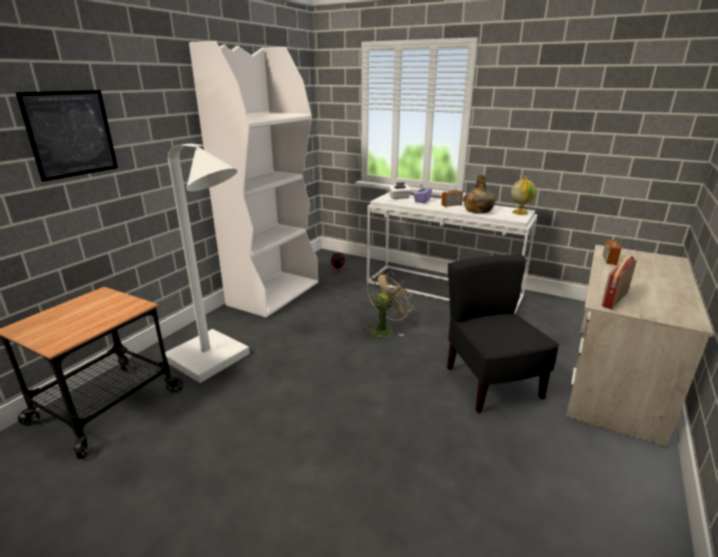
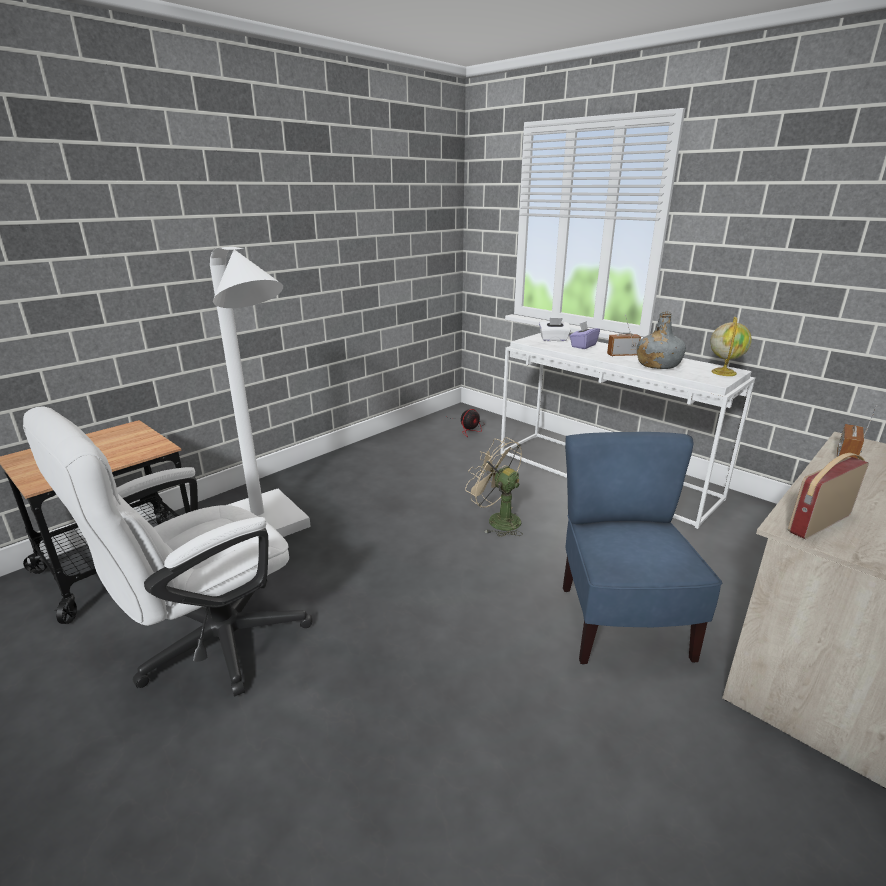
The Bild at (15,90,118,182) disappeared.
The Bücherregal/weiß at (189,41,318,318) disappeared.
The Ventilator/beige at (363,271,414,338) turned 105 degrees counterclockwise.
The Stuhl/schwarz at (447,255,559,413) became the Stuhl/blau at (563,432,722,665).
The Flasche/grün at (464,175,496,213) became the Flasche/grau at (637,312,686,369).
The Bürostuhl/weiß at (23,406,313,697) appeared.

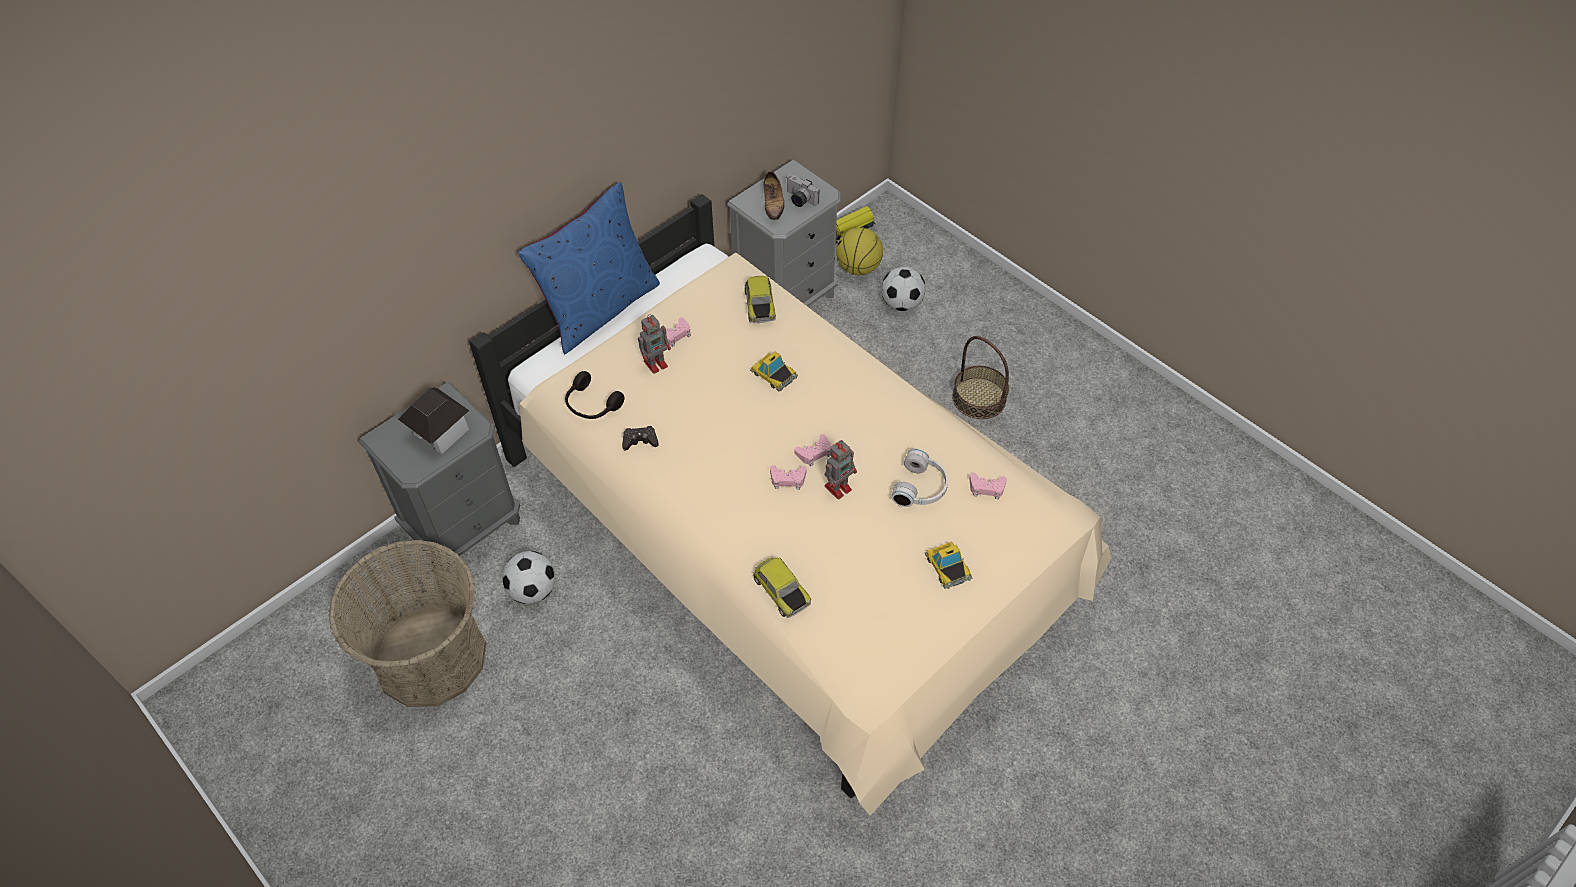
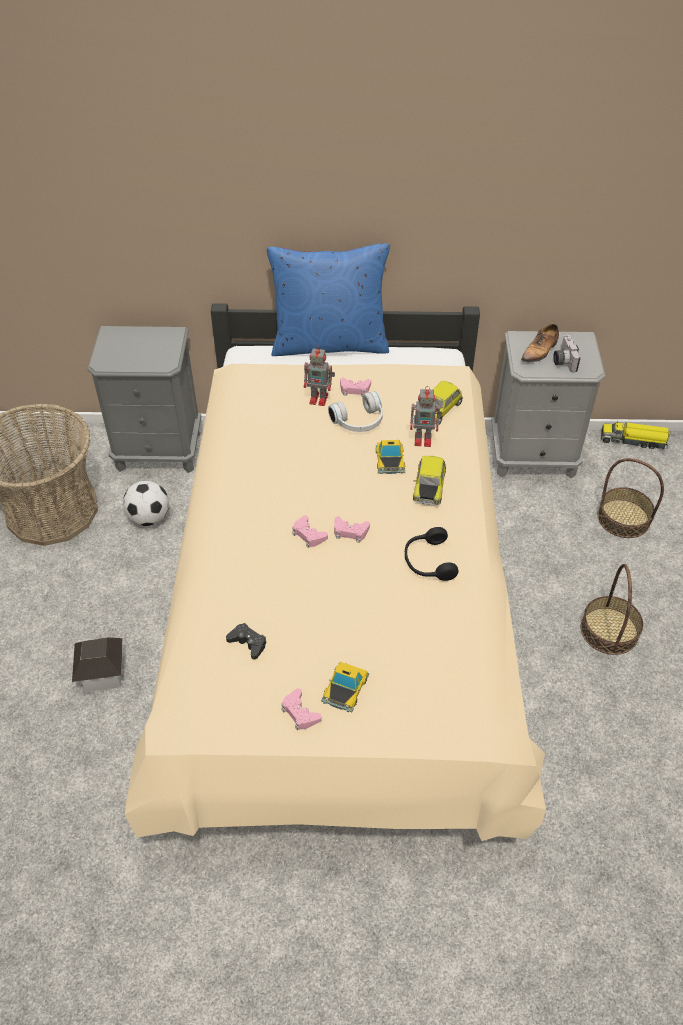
The Spielzeughaus moved from (398,387,469,454) to (72,638,123,692).
The Kopfhörer/schwarz moved from (565,371,624,419) to (405,527,458,581).
The Gamepad/schwarz moved from (622,426,659,450) to (226,623,266,659).
The Spielzeugauto moved from (753,558,811,618) to (413,456,446,505).
The Spielzeugroboter moved from (824,440,857,500) to (410,386,442,447).
The Basketball at (836,227,883,275) disappeared.
The Fußball at (881,266,926,311) was replaced by the Korb at (597,458,664,538).
The Kopfhörer/weiß moved from (892,448,948,507) to (328,391,383,432).
The Gamepad/rosa moved from (969,473,1007,499) to (282,688,322,730).

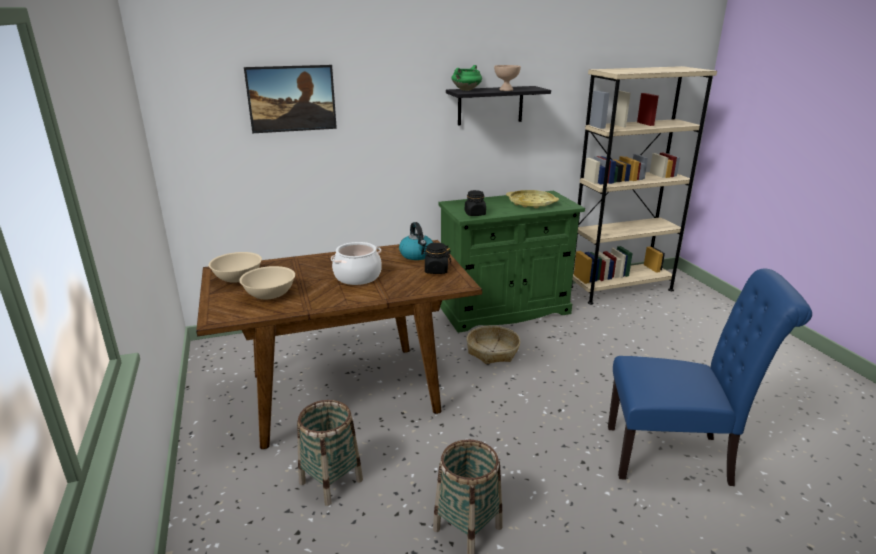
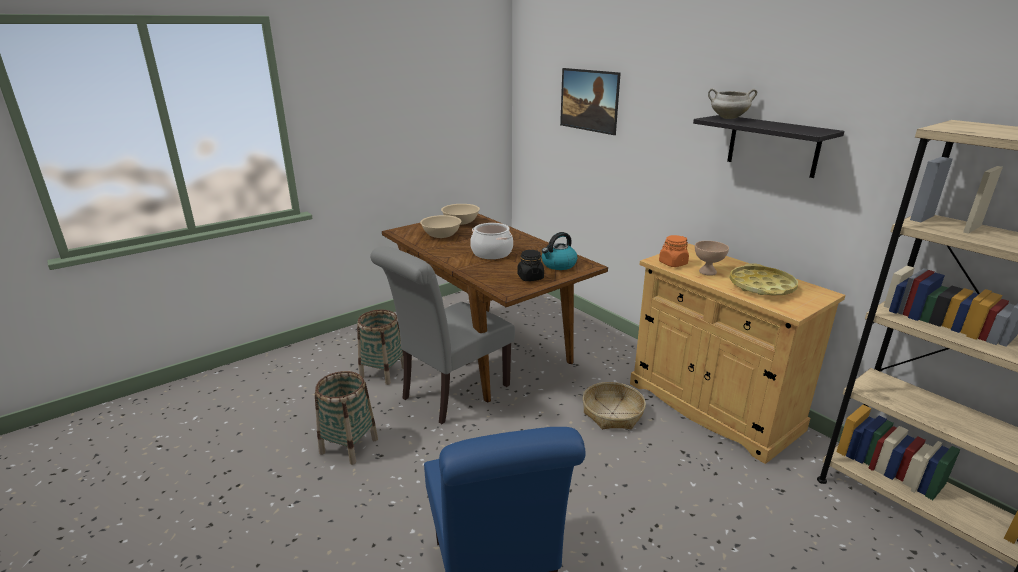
The Schrank/grün at (438,191,585,333) became the Schrank/beige at (630,244,845,464).
The Kochtopf/grün at (452,65,482,91) became the Kochtopf/weiß at (708,88,757,119).
The Vorratsglas/schwarz at (465,190,486,216) became the Vorratsglas/orange at (659,235,689,267).
The Schüssel/beige moved from (494,65,521,91) to (695,241,729,276).
The Stuhl/grau at (370,246,515,424) appeared.

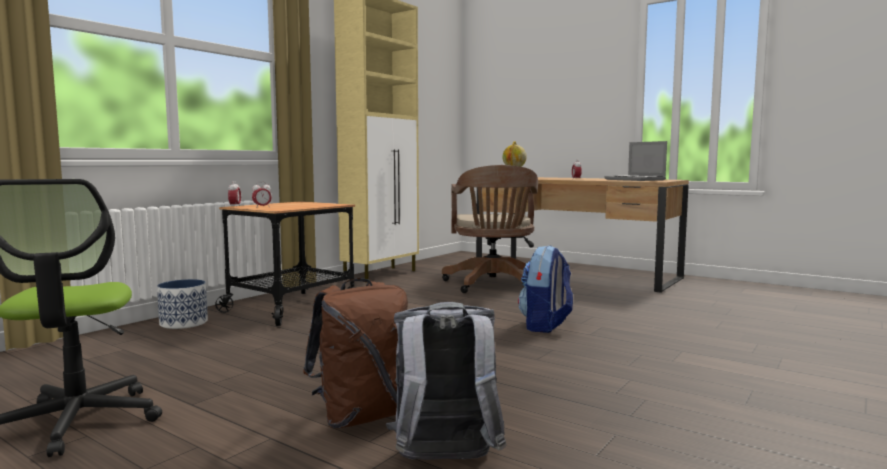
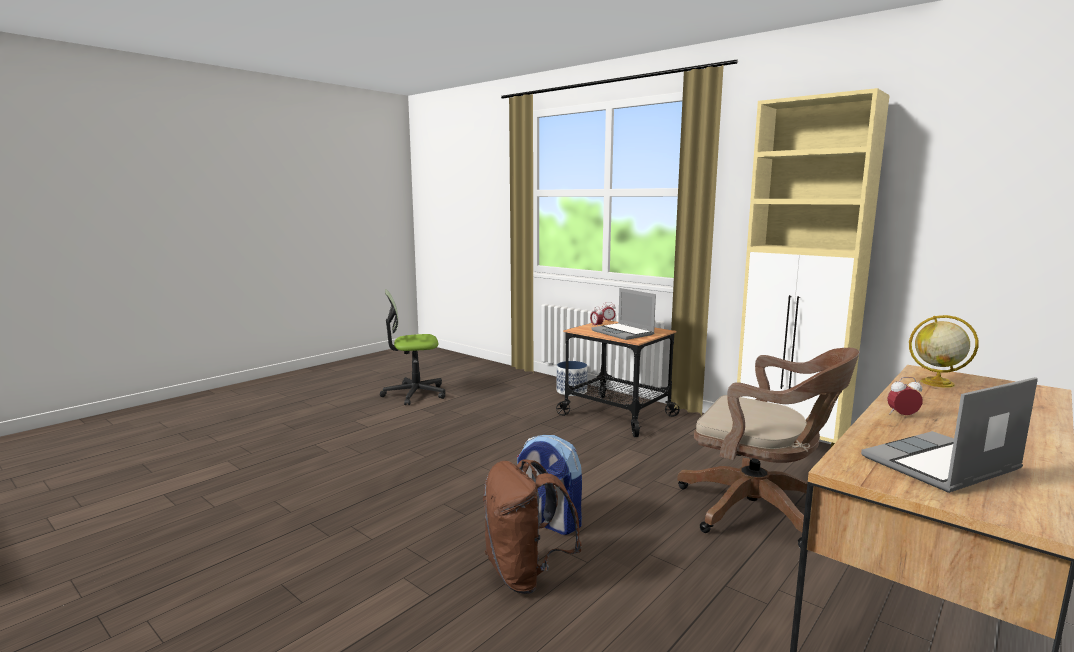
The Rucksack/braun moved from (303,278,408,428) to (483,459,582,594).
The Rucksack/grau at (386,302,507,460) disappeared.
The Bürostuhl/braun at (442,165,538,293) turned 150 degrees counterclockwise.
The Laptop at (592,288,656,340) appeared.

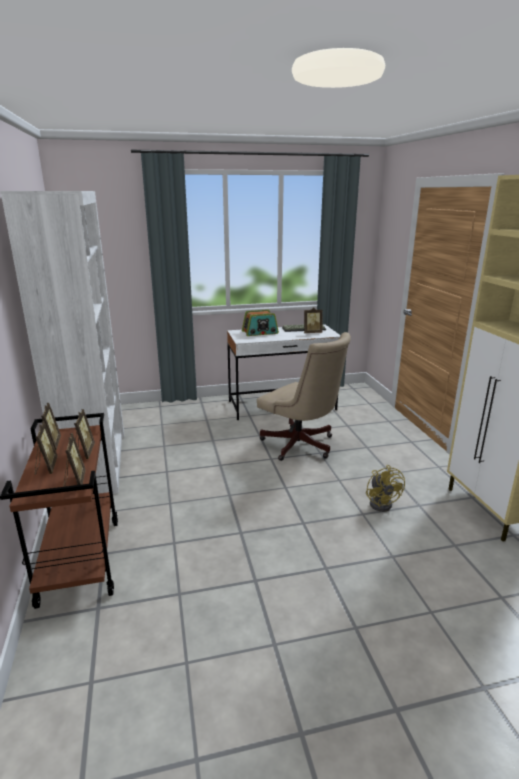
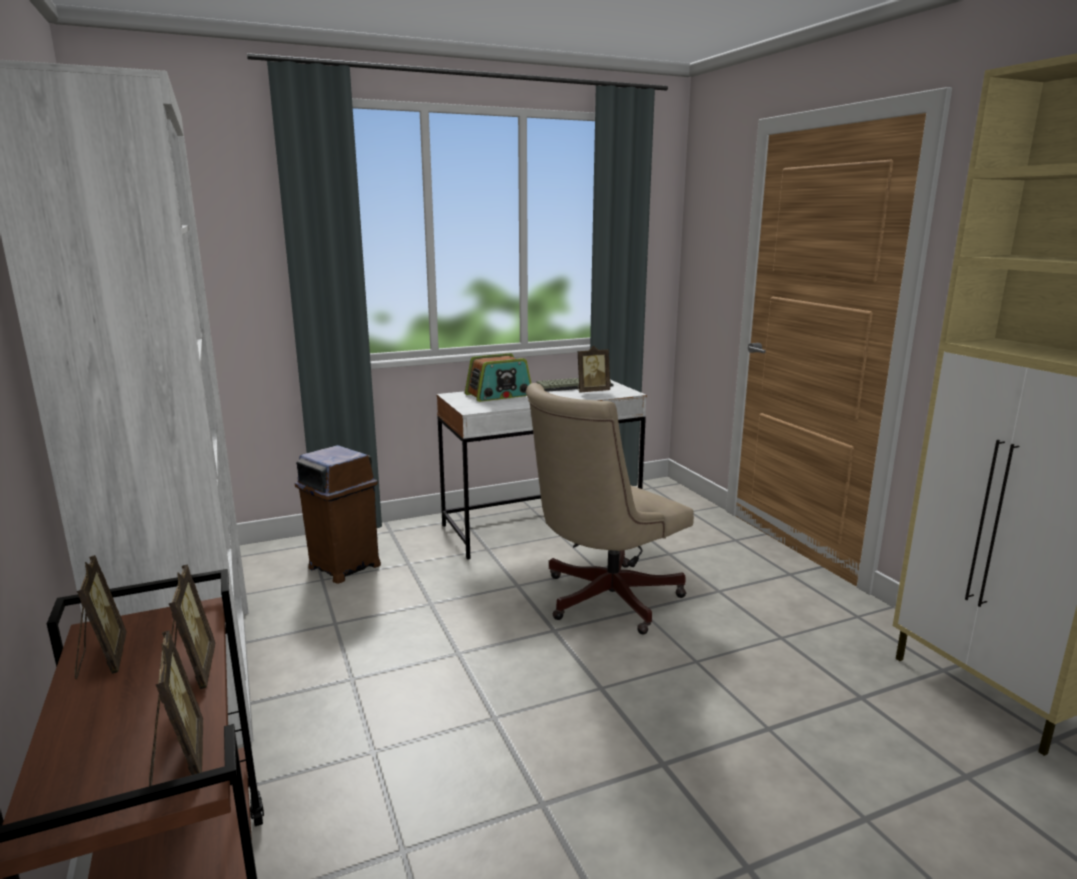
The Bilderrahmen at (35,421,57,475) disappeared.
The Bürostuhl/beige at (257,332,351,461) turned 105 degrees clockwise.
The Ventilator/gelb at (366,465,405,512) disappeared.
The Mülleimer/braun at (295,445,381,584) appeared.

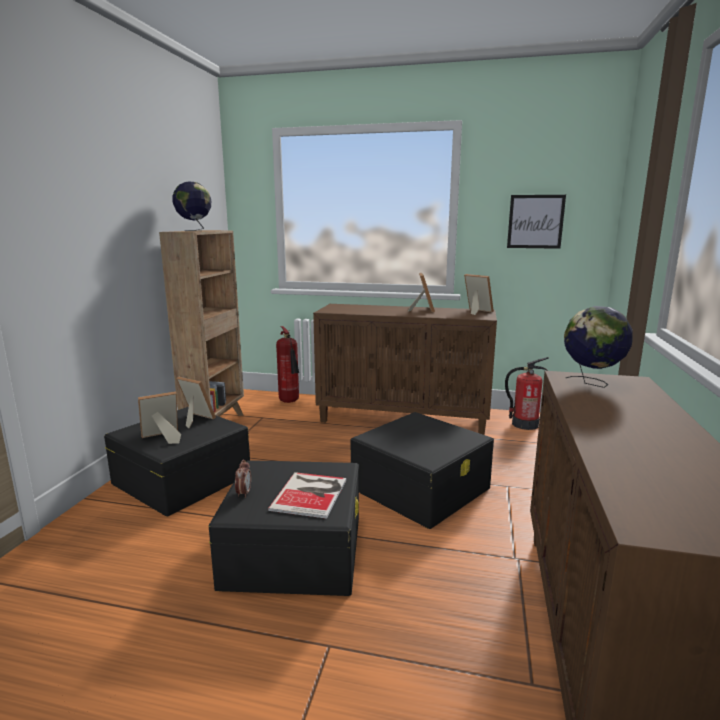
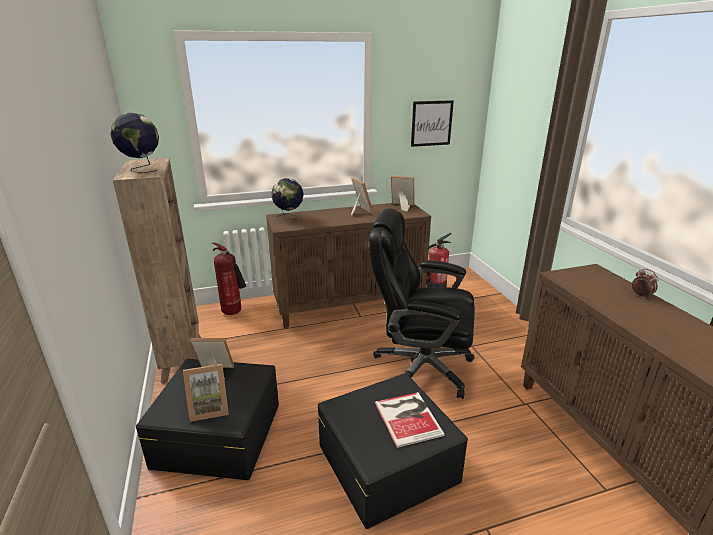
The Bilderrahmen at (138,391,181,444) turned 135 degrees counterclockwise.
The Wecker moved from (235,460,251,498) to (632,269,659,299).
The Aufbewahrungsbox/schwarz at (350,412,494,529) was replaced by the Bürostuhl/schwarz at (369,208,475,399).
The Globus moved from (564,306,633,388) to (271,178,304,219).

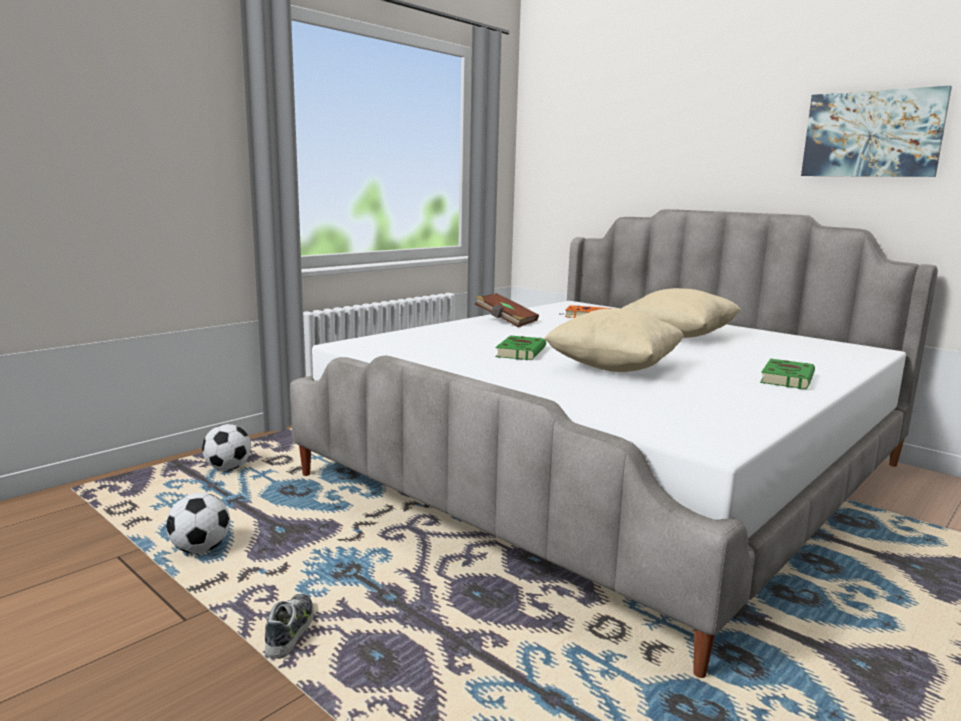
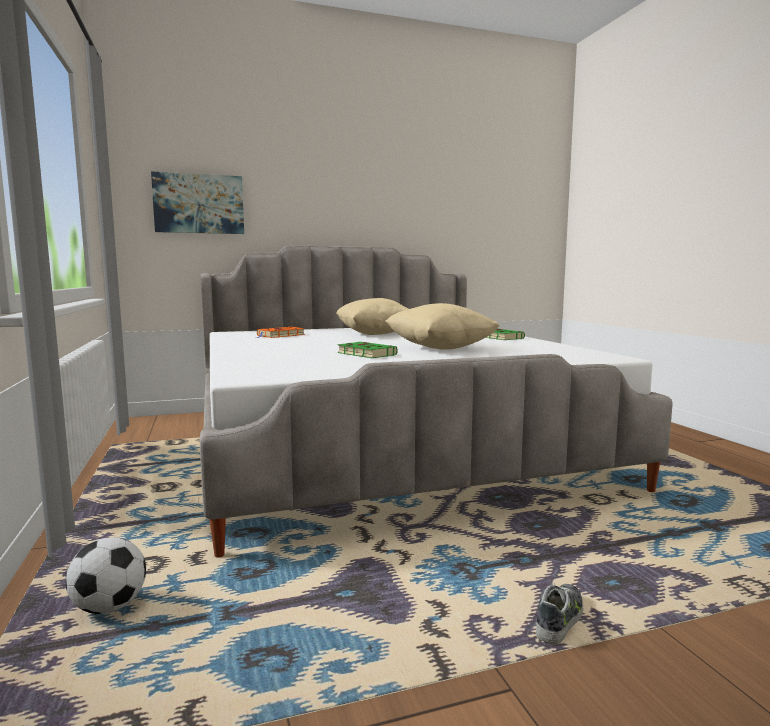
The Fußball at (166,493,230,554) disappeared.
The Schuh at (265,594,314,659) turned 90 degrees clockwise.
The Buch/braun at (475,293,539,327) disappeared.
The Bild moved from (801,86,952,177) to (151,171,244,234).

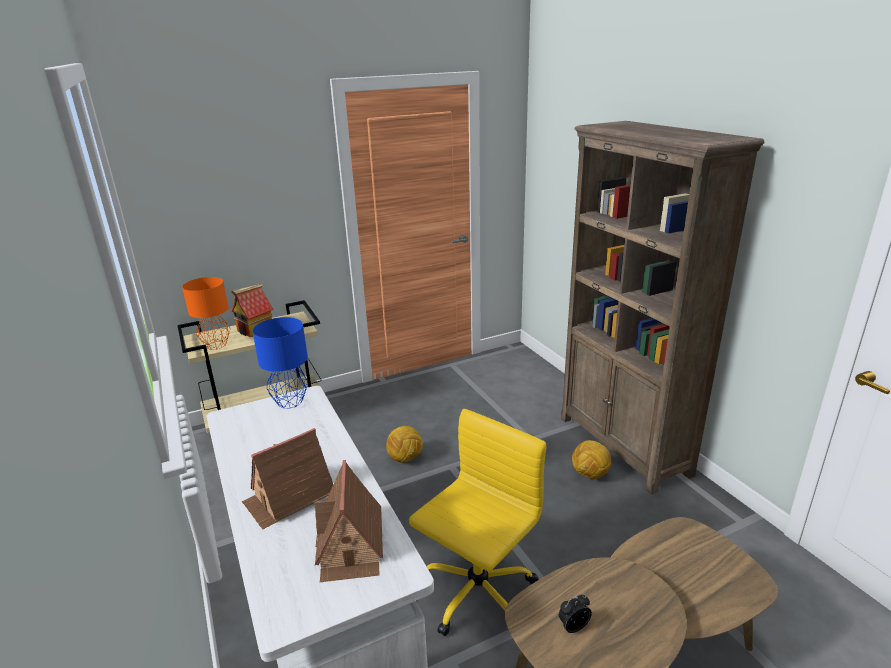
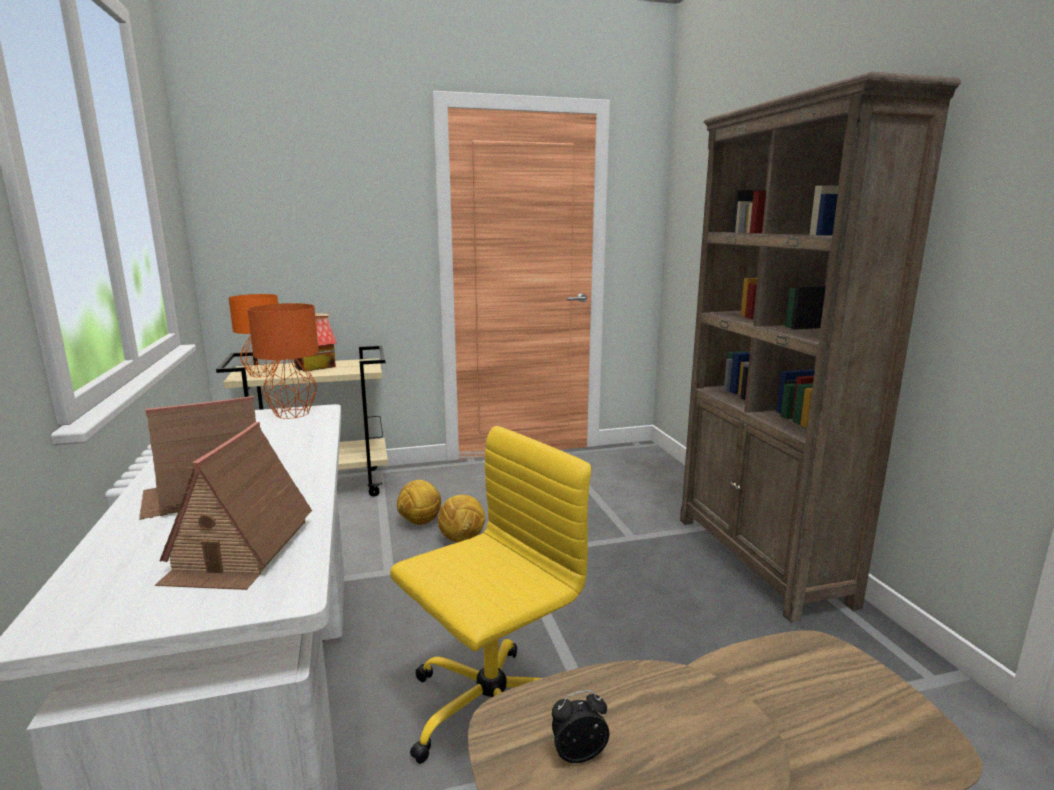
The Tischlampe/blau at (252,317,308,408) became the Tischlampe/orange at (247,303,319,419).
The Fußball moved from (572,440,611,479) to (397,480,441,525).

